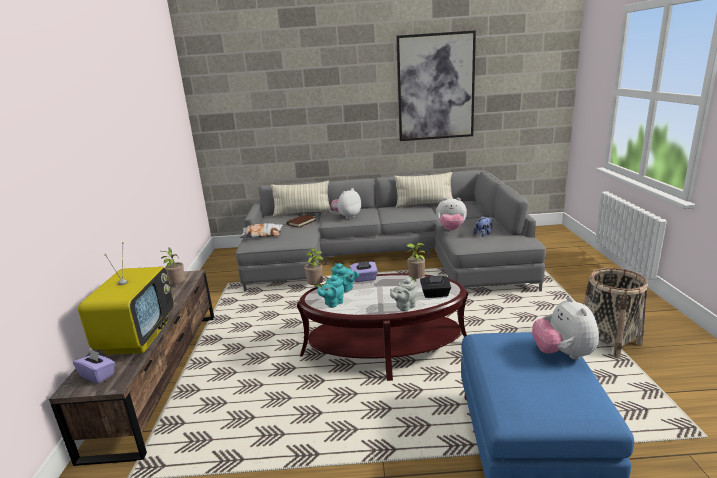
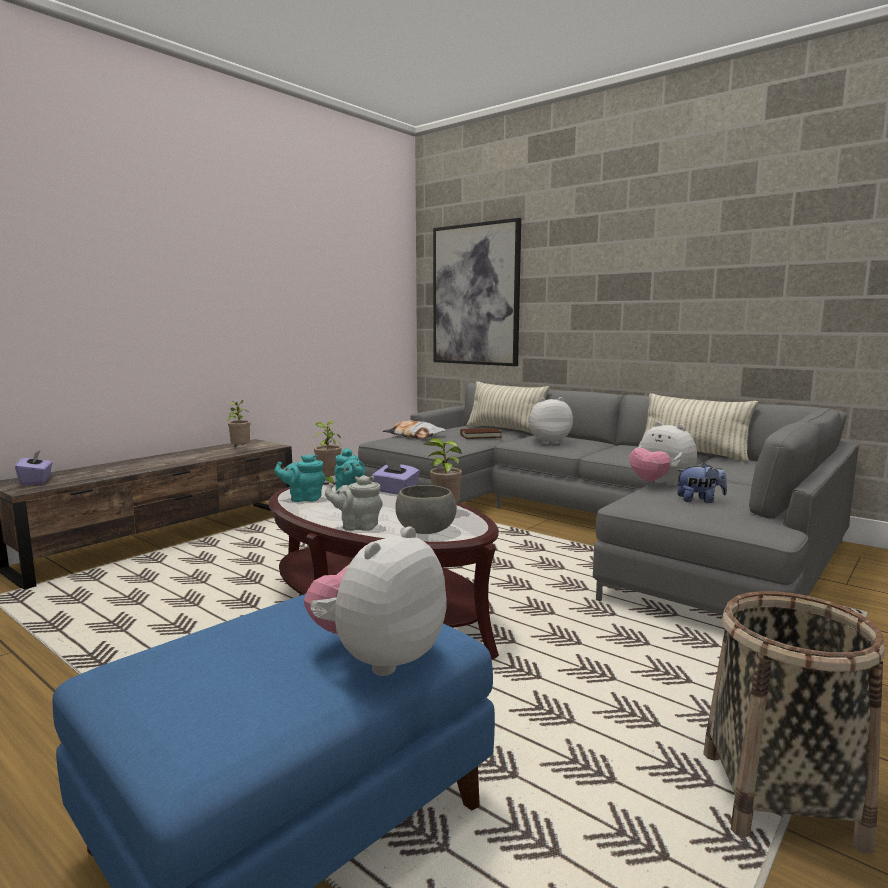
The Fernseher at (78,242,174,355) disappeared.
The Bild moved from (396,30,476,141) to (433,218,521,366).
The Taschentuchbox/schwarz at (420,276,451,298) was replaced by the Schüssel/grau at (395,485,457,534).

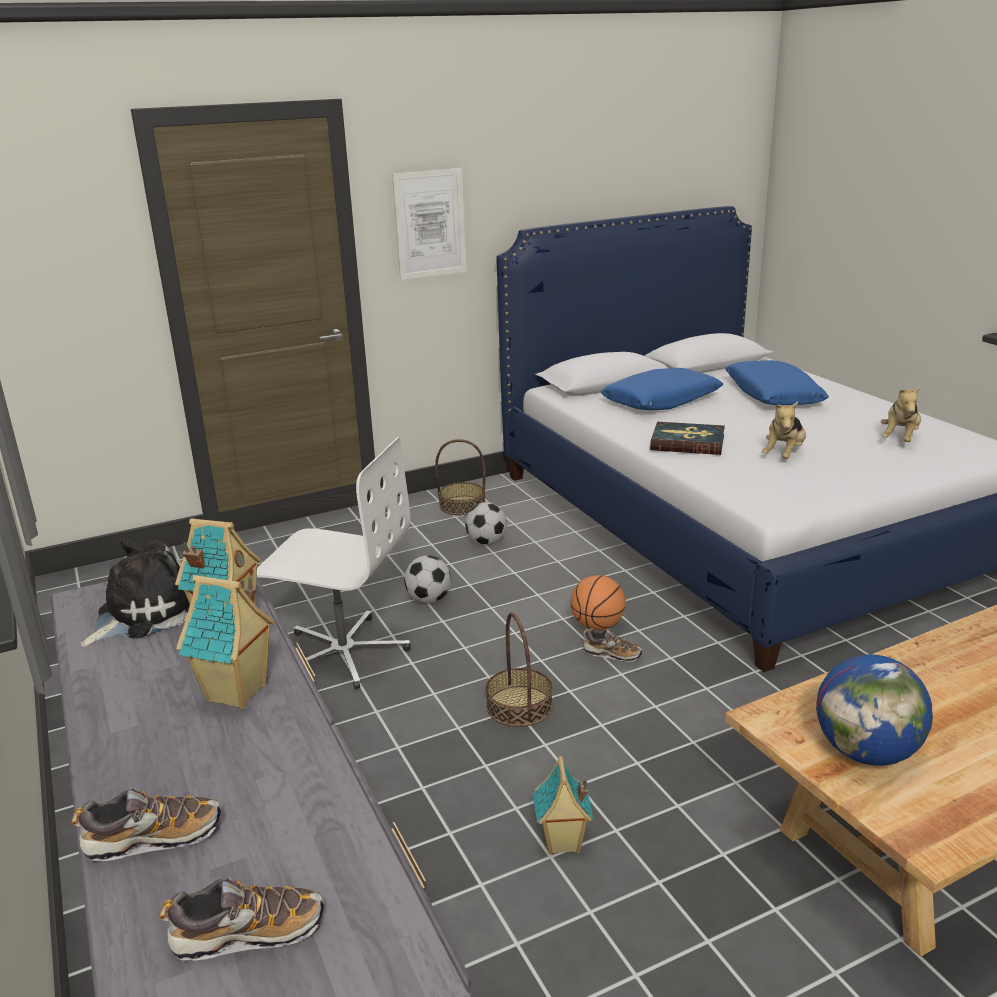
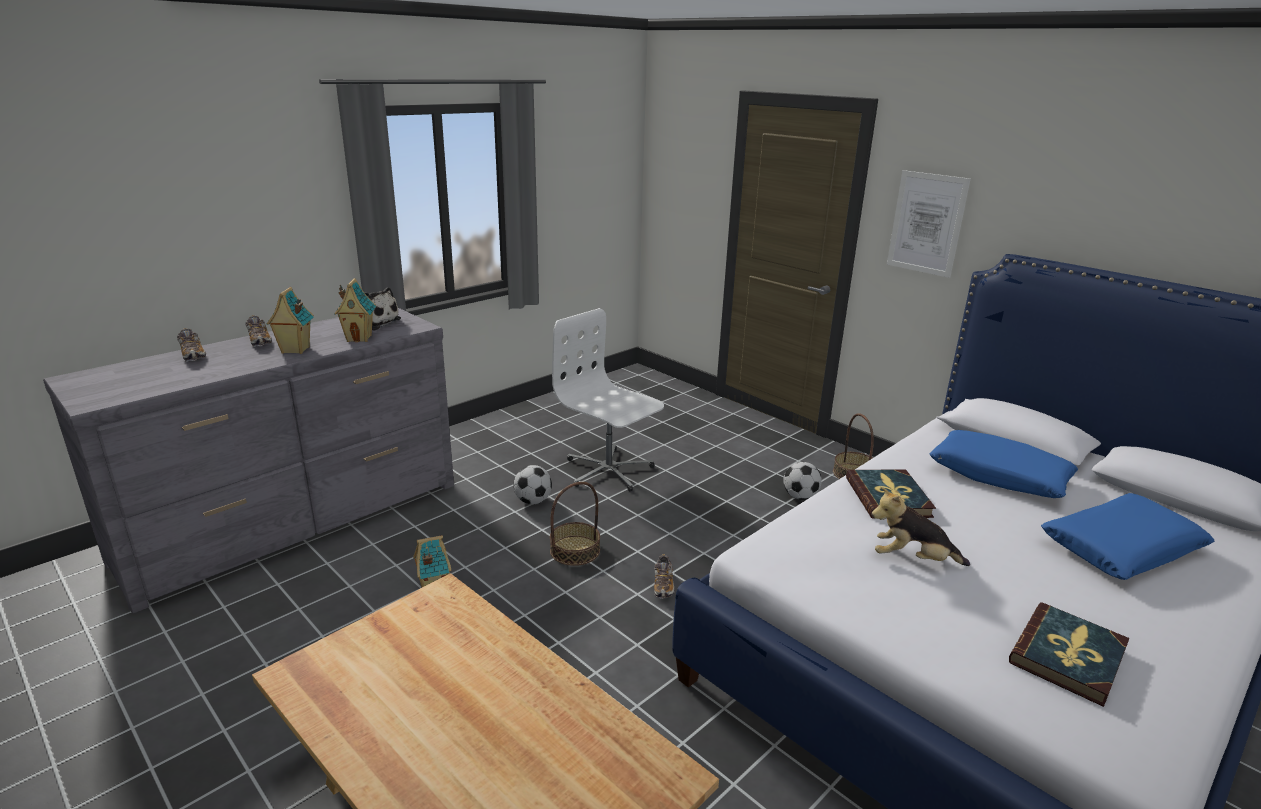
The Schuh moved from (159,877,324,961) to (246,315,273,347).
The Bürostuhl/weiß at (257,437,411,689) turned 135 degrees clockwise.
The Fußball moved from (404,555,451,603) to (513,465,552,504).
The Basketball at (570,575,626,630) disappeared.
The Globus at (816,654,933,766) disappeared.
The Plüschtier at (881,386,921,442) was replaced by the Buch at (1009,603,1130,707).

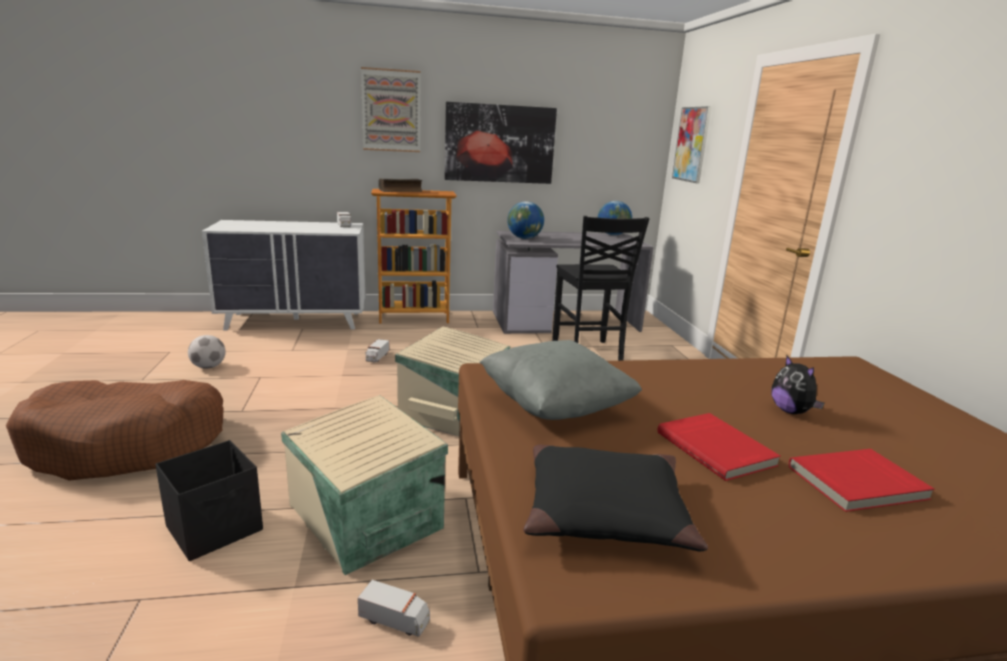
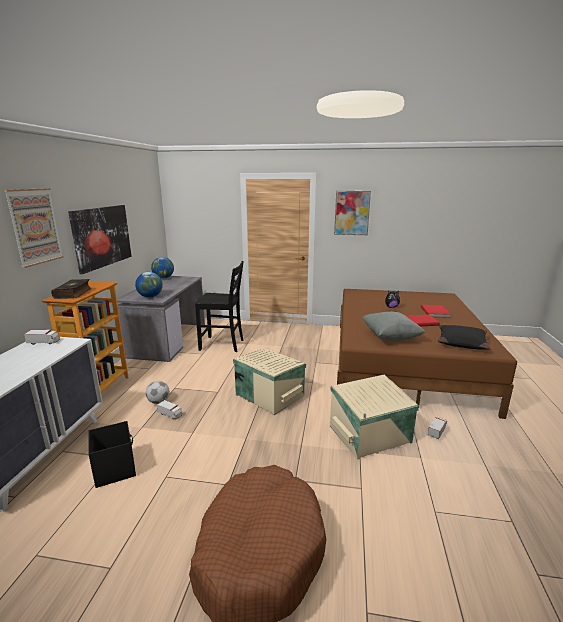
The Aufbewahrungsbox/schwarz moved from (155,440,263,561) to (88,421,136,488).
The Fußball moved from (188,335,225,369) to (146,381,170,404).
The Bild moved from (672,106,711,184) to (334,191,371,235).

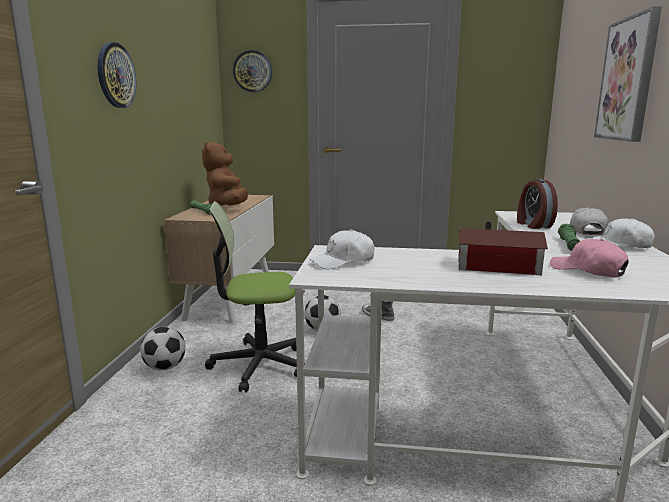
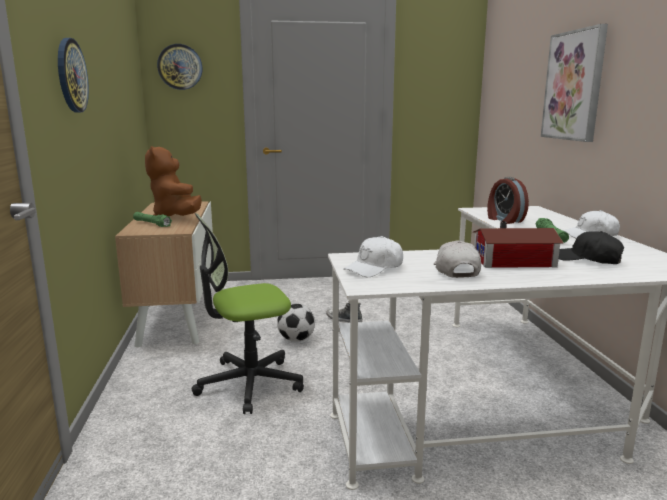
The Fußball at (140,327,186,370) disappeared.
The Kappe/rosa at (550,239,629,278) became the Kappe/schwarz at (559,231,624,264).
The Kappe/weiß moved from (570,207,609,235) to (434,241,481,278).

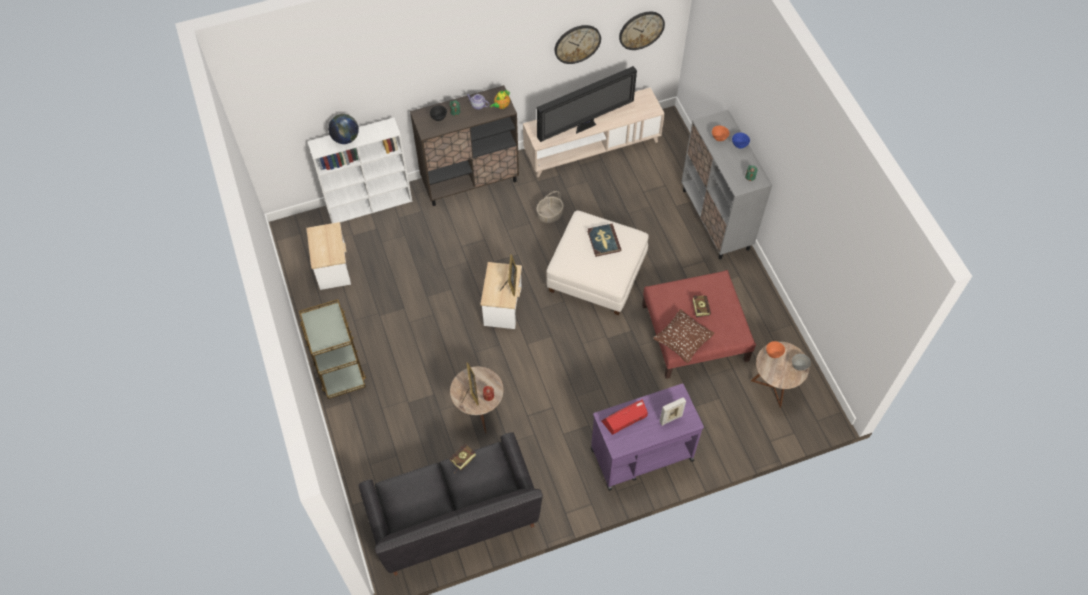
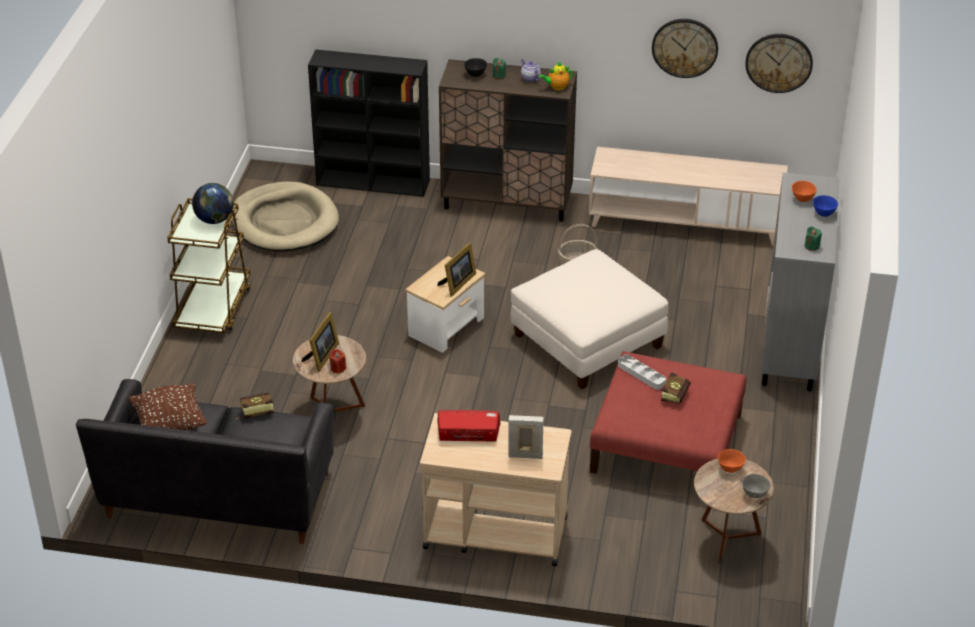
The Beistelltisch at (306,222,351,290) was replaced by the Hundebett/beige at (232,182,339,252).
The Bücherregal/weiß at (307,118,412,223) became the Bücherregal/schwarz at (308,49,430,197).
The Globus moved from (328,114,359,144) to (192,183,234,224).
The Fernseher at (537,66,637,142) disappeared.
The Buch at (587,224,621,257) disappeared.
The Rollwagen/lila at (591,383,704,491) became the Rollwagen/beige at (420,413,571,566).
The Kissen/braun moved from (653,309,715,363) to (129,383,207,430).
The Tablett/grau at (618,355,666,390) appeared.

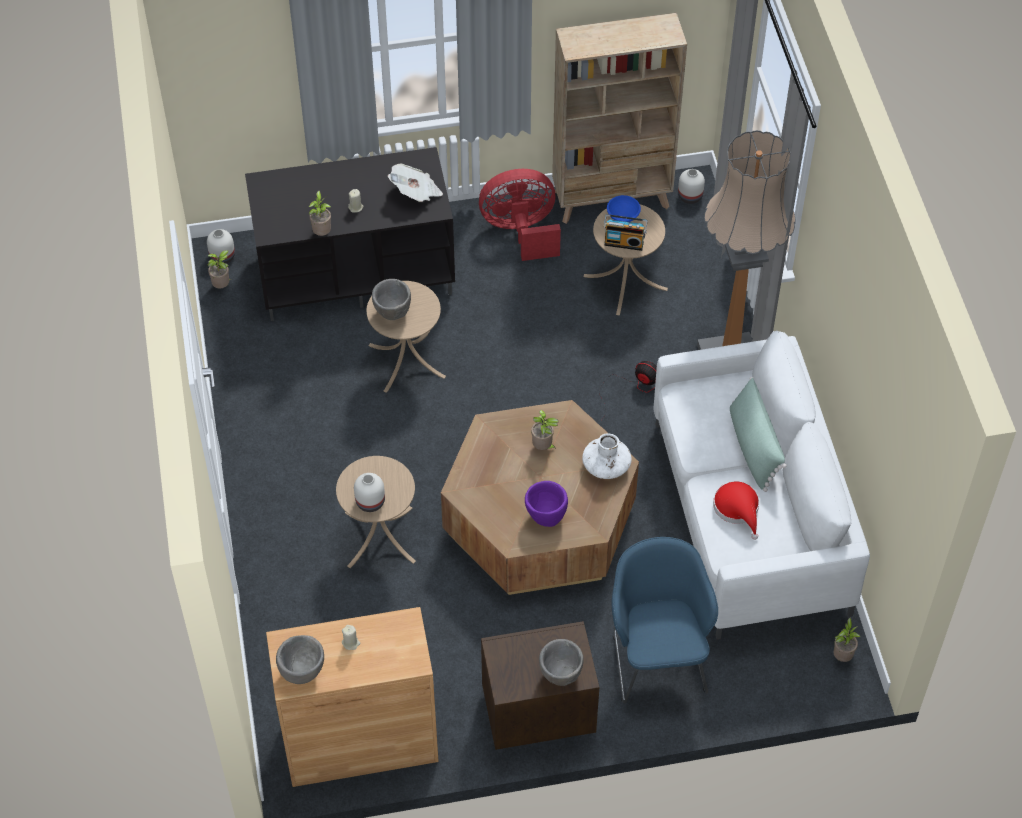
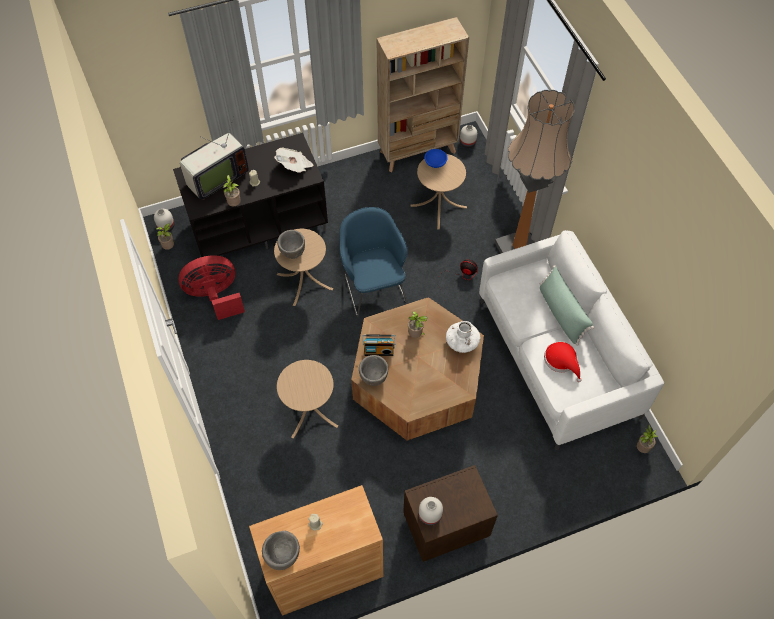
The Vase/weiß moved from (354,473,385,512) to (419,497,443,525).
The Ventilator/rot moved from (479,169,561,261) to (179,255,245,320).
The Schüssel/lila at (525,481,568,527) disappeared.
The Schüssel/grau moved from (539,639,584,686) to (359,355,388,386).
The Radio moved from (604,214,648,251) to (362,335,395,356).
The Sessel/blau moved from (612,537,718,704) to (340,207,408,317).
The Fernseher at (180,117,249,200) appeared.

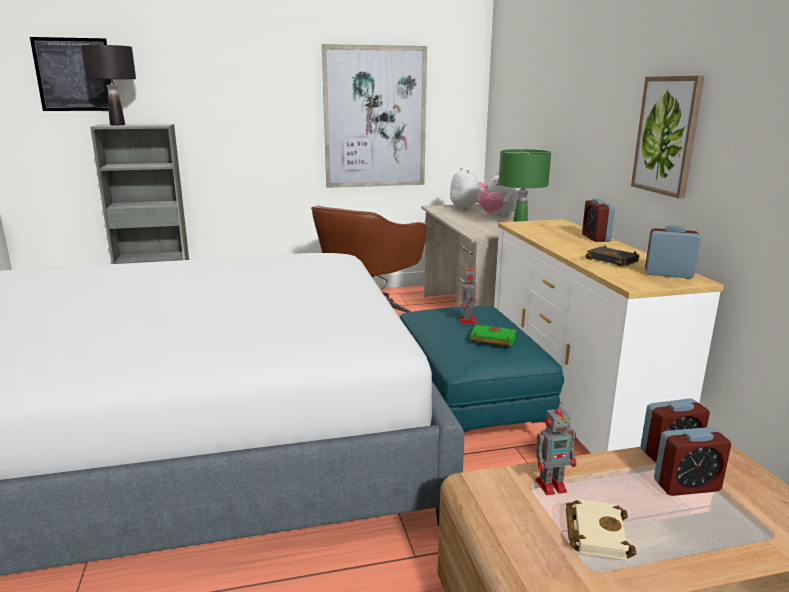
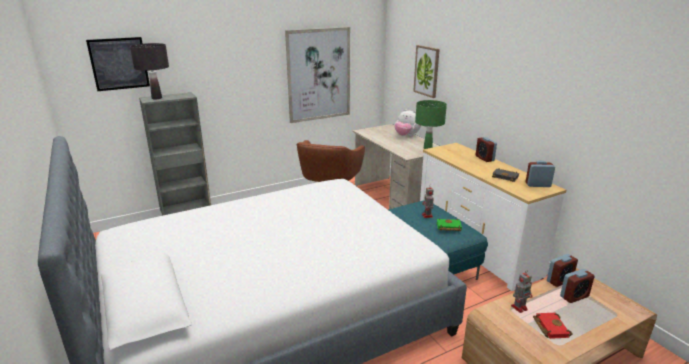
The Plüschtier at (450,167,488,211) disappeared.
The Buch/beige at (566,499,637,560) became the Buch/rot at (533,313,573,339).
The Bild moved from (631,76,704,198) to (413,45,440,98).

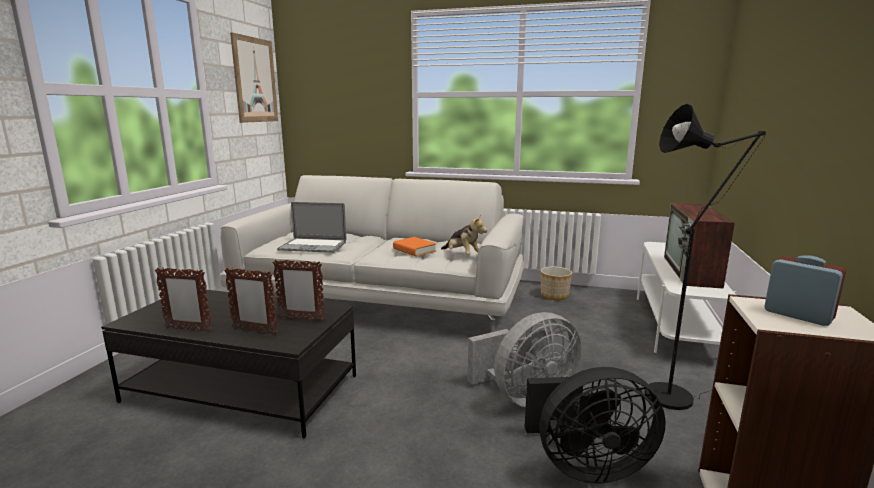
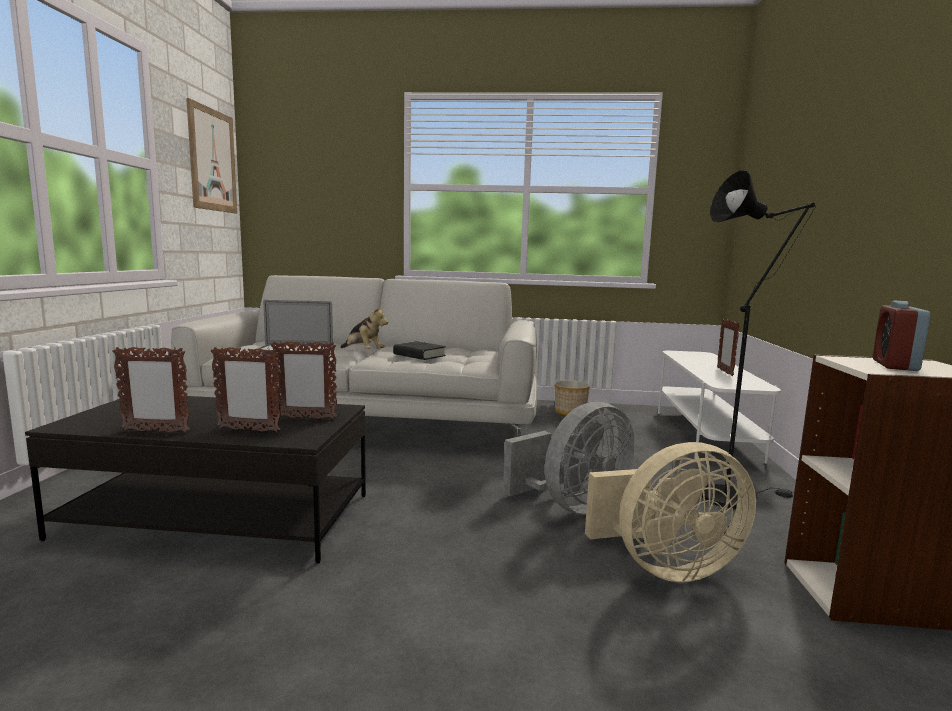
The Buch/orange at (393,237,437,256) became the Buch/schwarz at (393,341,446,360).
The Plüschtier moved from (441,215,487,255) to (340,305,388,349).
The Ventilator/schwarz at (525,367,666,483) became the Ventilator/beige at (585,442,756,582).
The Fernseher at (664,202,735,289) was replaced by the Bilderrahmen at (717,319,740,376).
The Wecker at (764,255,846,326) turned 105 degrees counterclockwise.

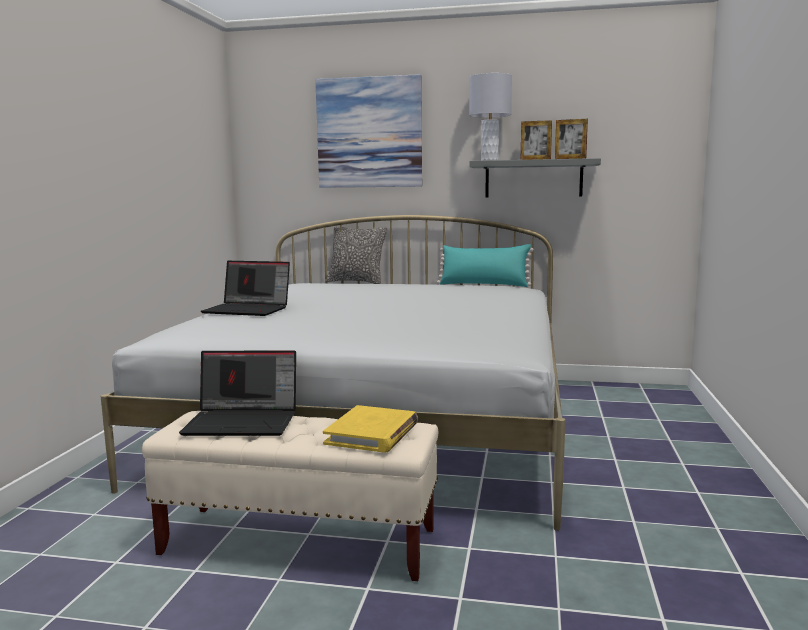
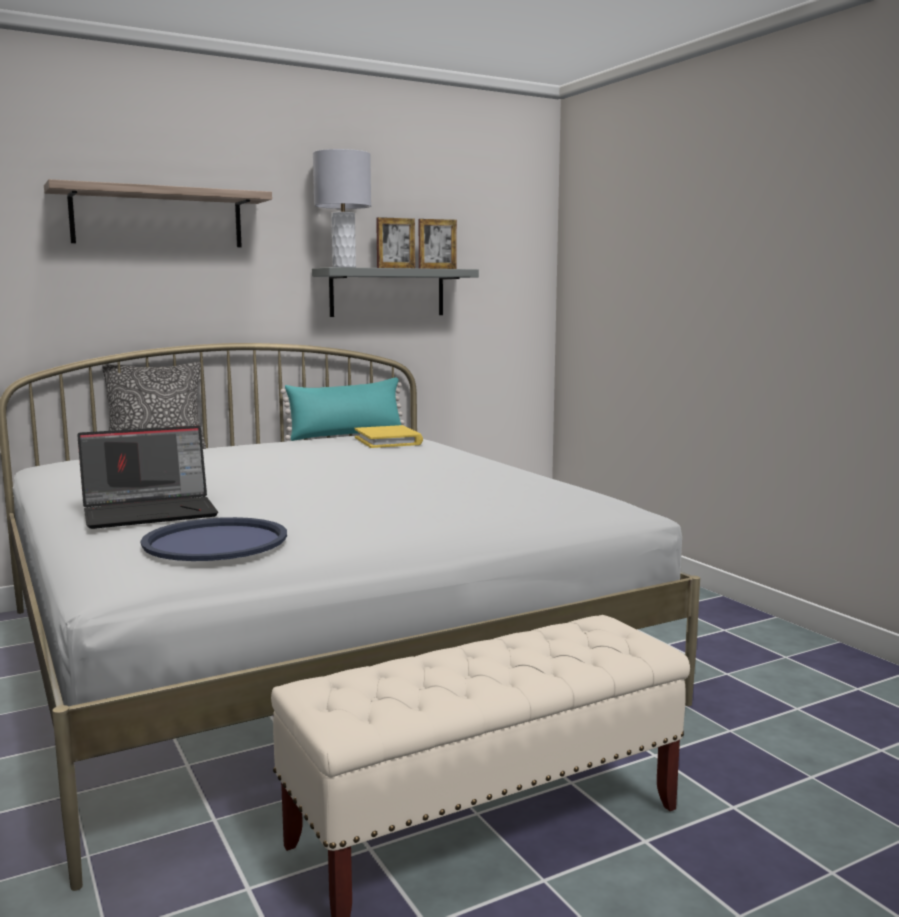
The Laptop at (179,350,296,436) disappeared.
The Bild at (315,74,422,188) was replaced by the Wandregal at (44,179,272,247).
The Buch/gelb moved from (323,405,418,453) to (355,425,423,448).
The Tablett/blau at (140,517,287,561) appeared.

